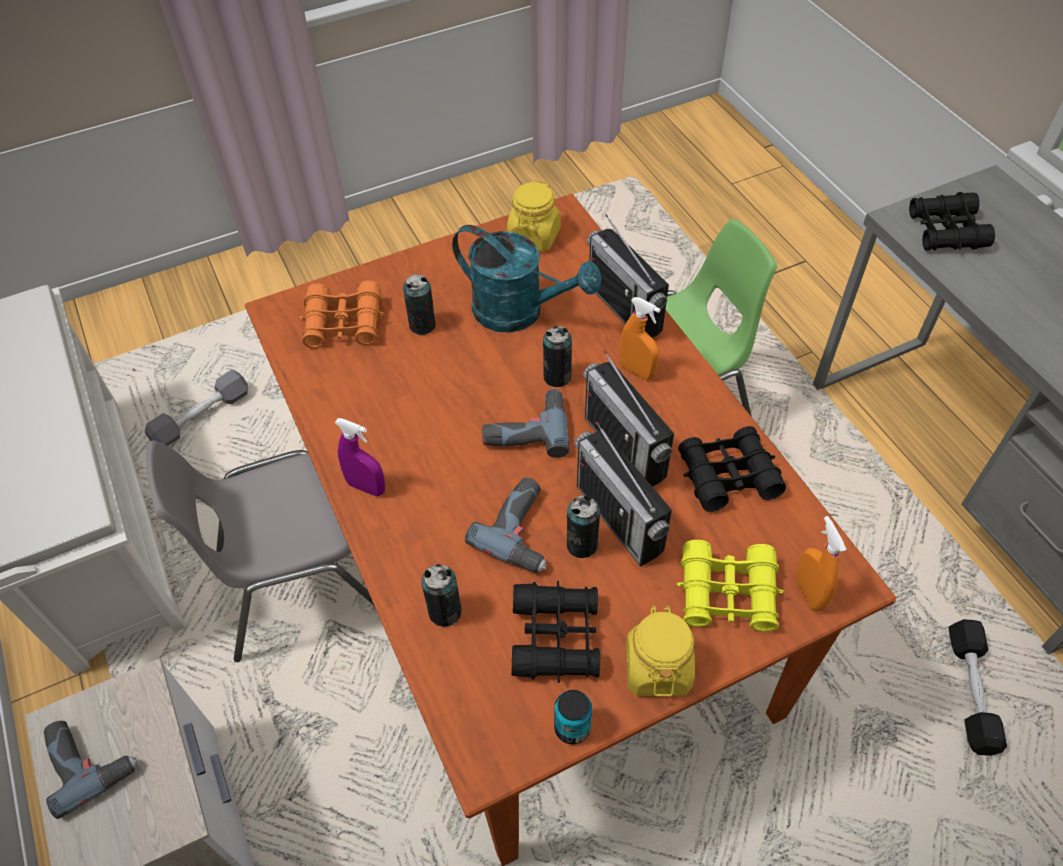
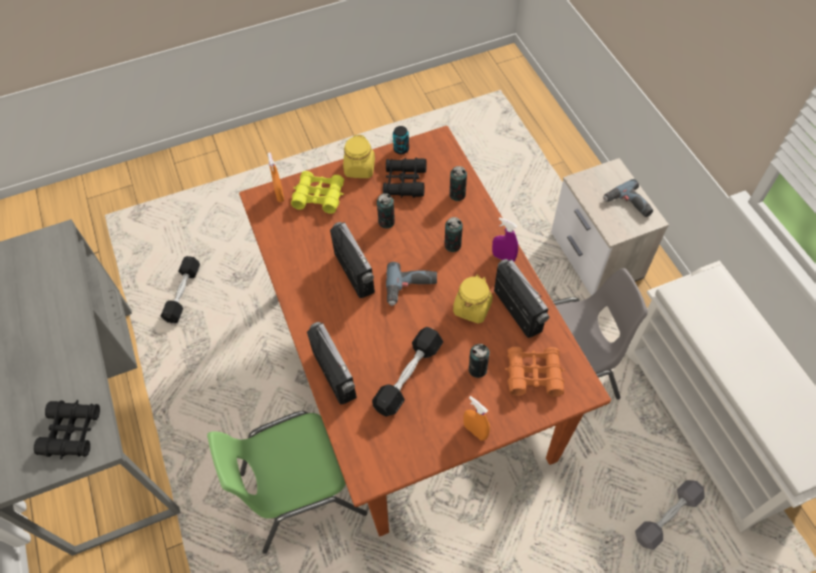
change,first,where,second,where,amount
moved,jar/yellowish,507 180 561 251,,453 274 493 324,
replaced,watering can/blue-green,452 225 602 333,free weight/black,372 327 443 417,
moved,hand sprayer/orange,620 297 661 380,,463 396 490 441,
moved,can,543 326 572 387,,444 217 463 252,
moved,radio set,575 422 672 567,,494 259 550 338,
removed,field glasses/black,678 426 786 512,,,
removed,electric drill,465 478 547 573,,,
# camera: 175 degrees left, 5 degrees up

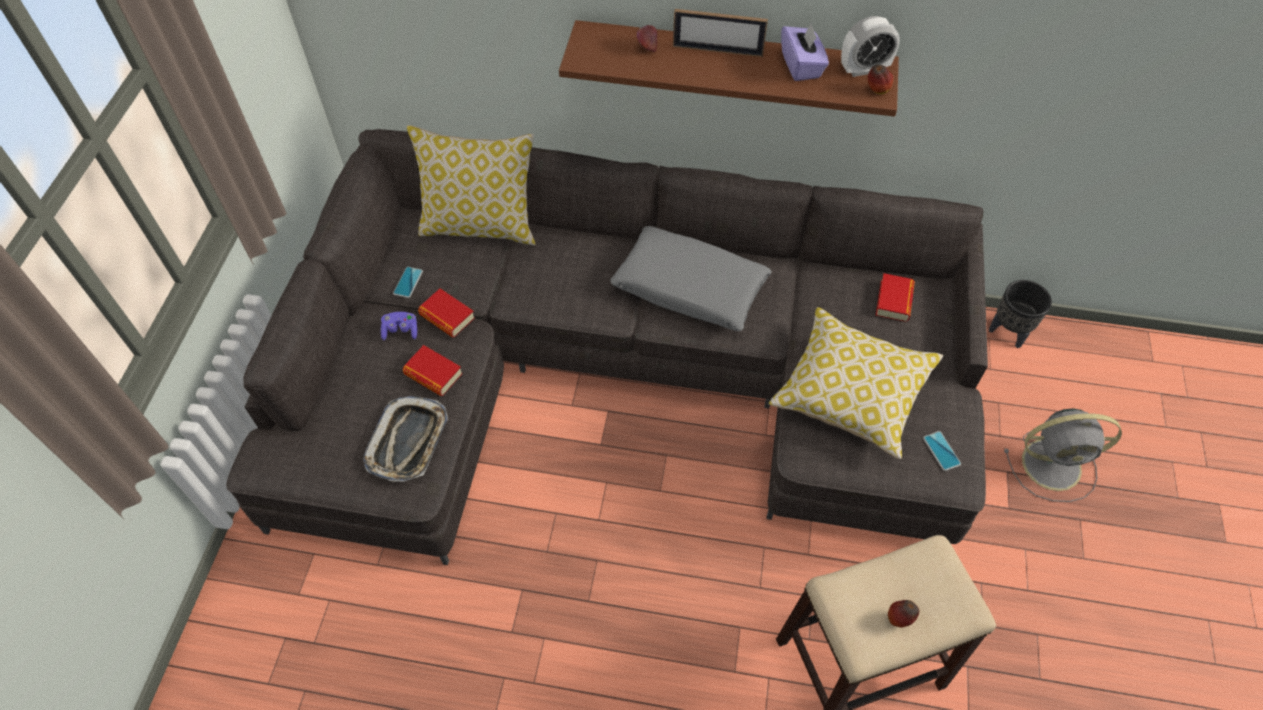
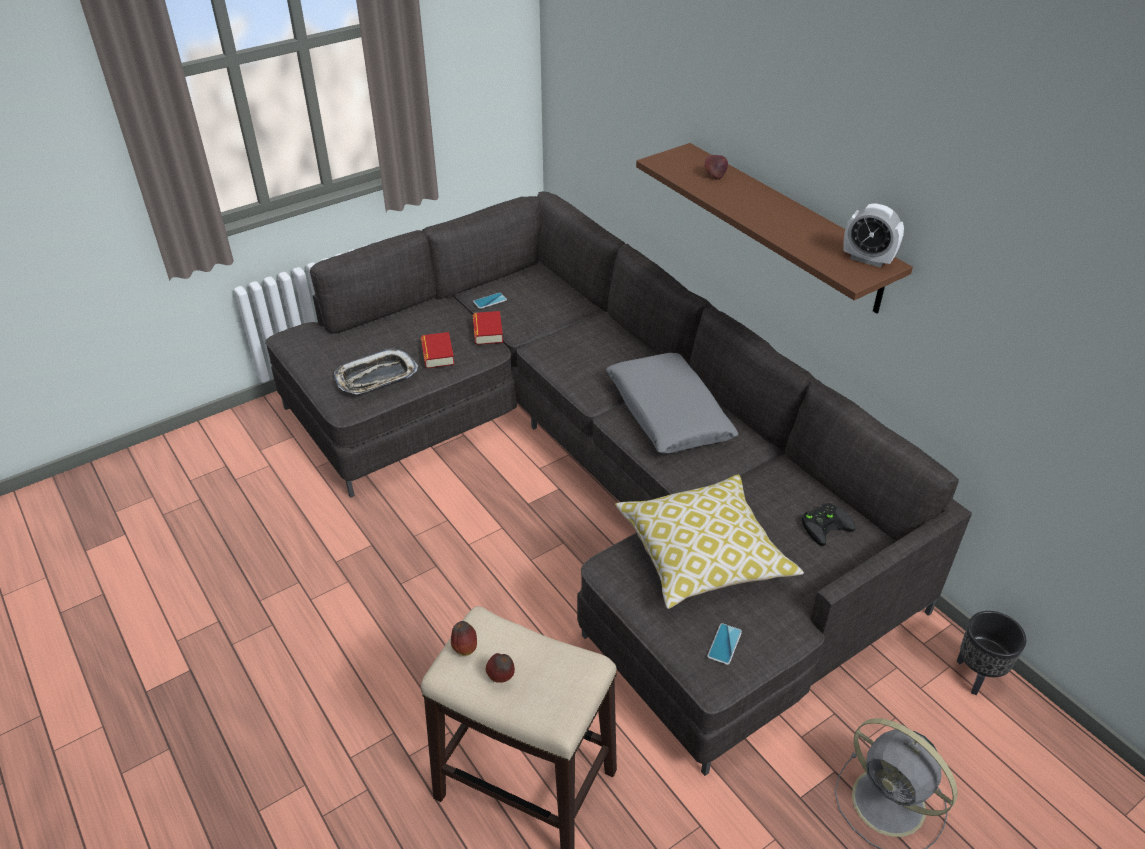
change,first,where,second,where,amount
removed,photo frame,673 9 768 57,,,
removed,box of tissues/purple-coloured,781 23 829 81,,,
moved,whole apple,868 65 893 94,,451 621 477 656,
removed,pillow,407 125 535 245,,,
replaced,book,876 273 915 322,gamepad/black,802 503 855 546,
removed,gamepad/purple-coloured,381 312 417 340,,,
# camera: 45 degrees right, 15 degrees down

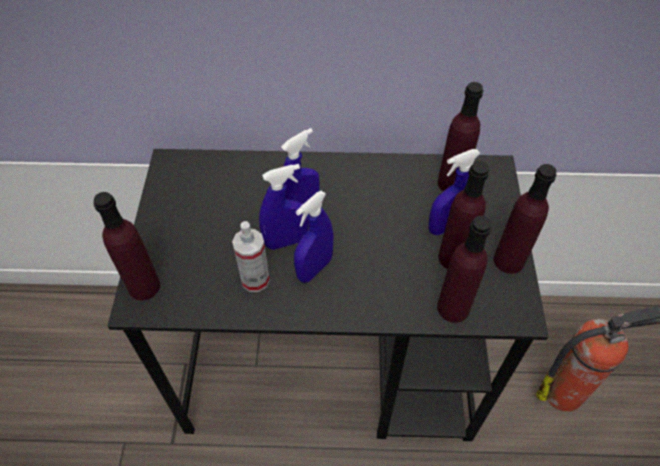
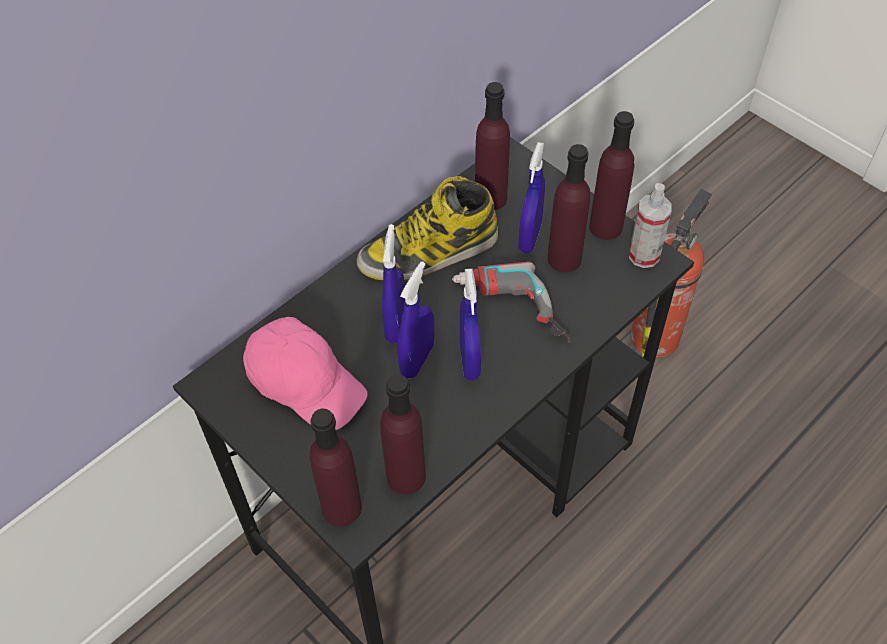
change,first,where,second,where,amount
moved,drink bottle/purple-coloured,437 216 492 323,,380 374 426 494,
moved,hand sprayer,232 221 270 292,,629 183 672 268,
added,,,tall boot,357 176 498 280,
added,,,electric drill,452 261 571 343,
added,,,cap/pink-coloured,243 317 368 430,
# camera: 45 degrees left, 0 degrees up

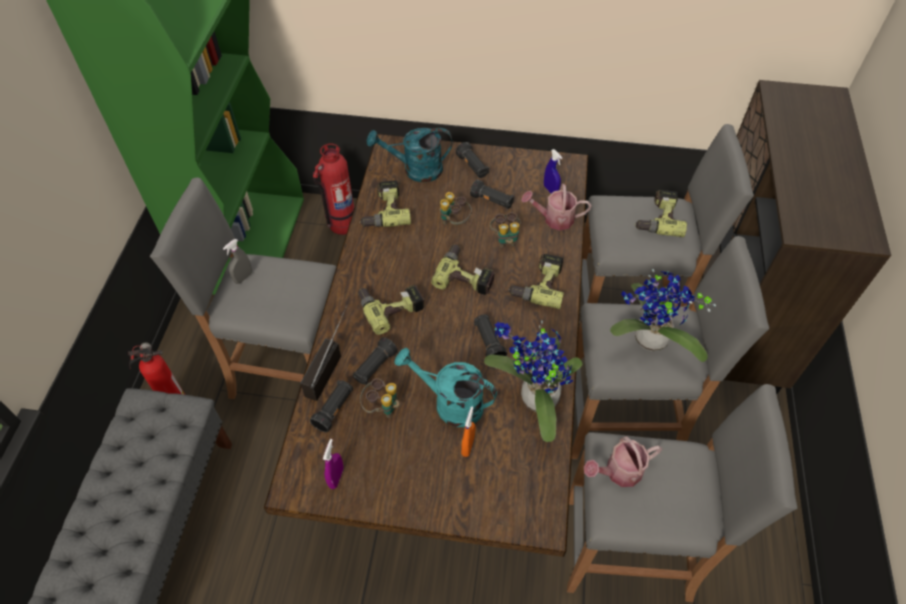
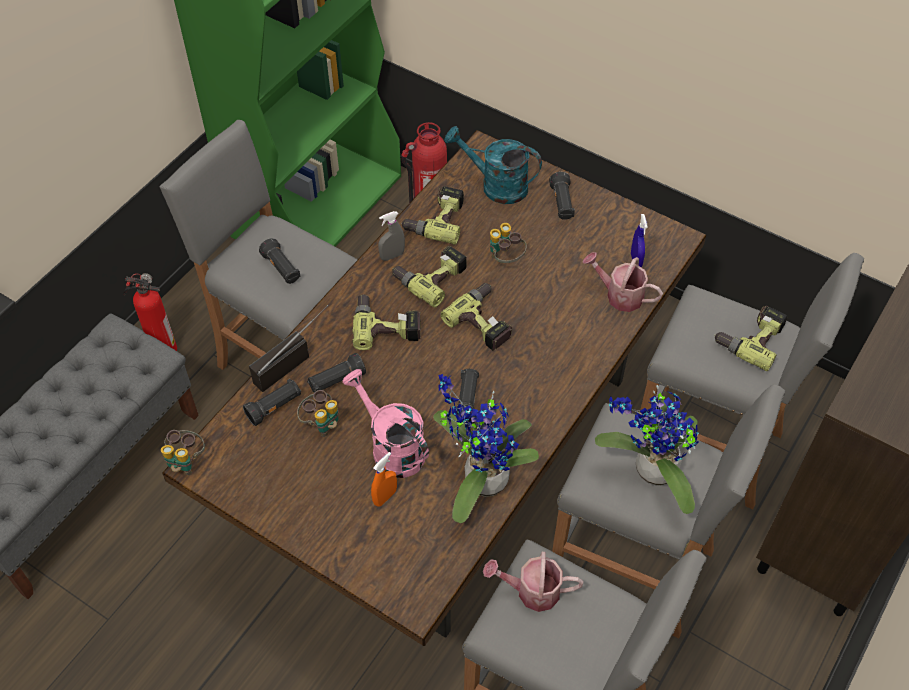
change,first,where,second,where,amount
moved,flashlight/black,470 179 514 209,,259 238 301 284,
moved,field glasses,490 212 521 248,,161 430 205 475,
moved,hand sprayer/greyish,223 239 252 284,,378 211 405 261,
moved,electric drill,508 254 564 309,,392 246 467 308,
recoloured,watering can/blue-green,394 348 497 427,watering can/pink-coloured,343 369 429 478,
removed,hand sprayer/purple-coloured,323 439 344 489,,,
# camera: 25 degrees right, 0 degrees up

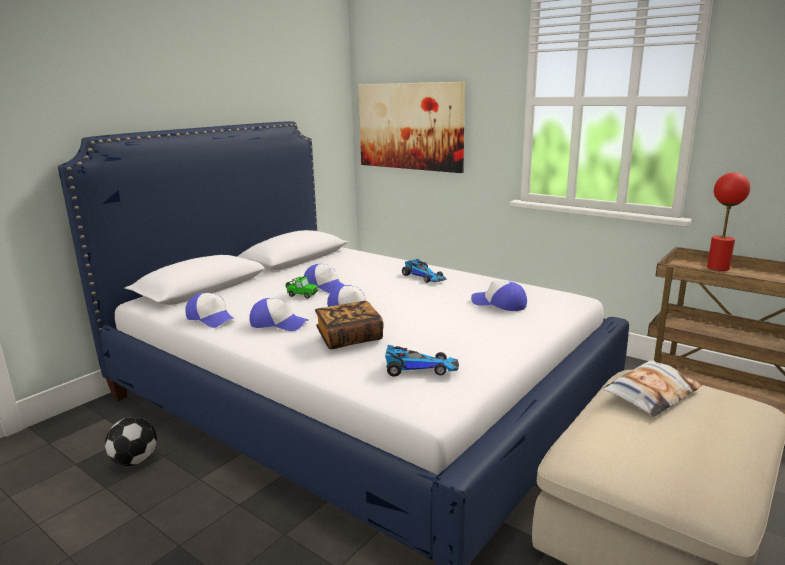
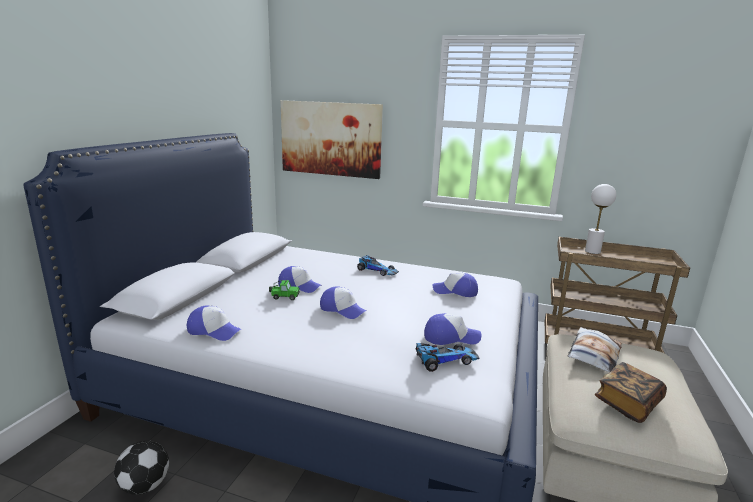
change,first,where,second,where,amount
recoloured,lamp for a table/red,707 173 750 271,lamp for a table/white,585 184 616 254,
moved,cap,250 298 308 331,,424 313 482 345,
moved,book,315 301 384 349,,595 362 667 423,
# camera: 20 degrees left, 0 degrees up

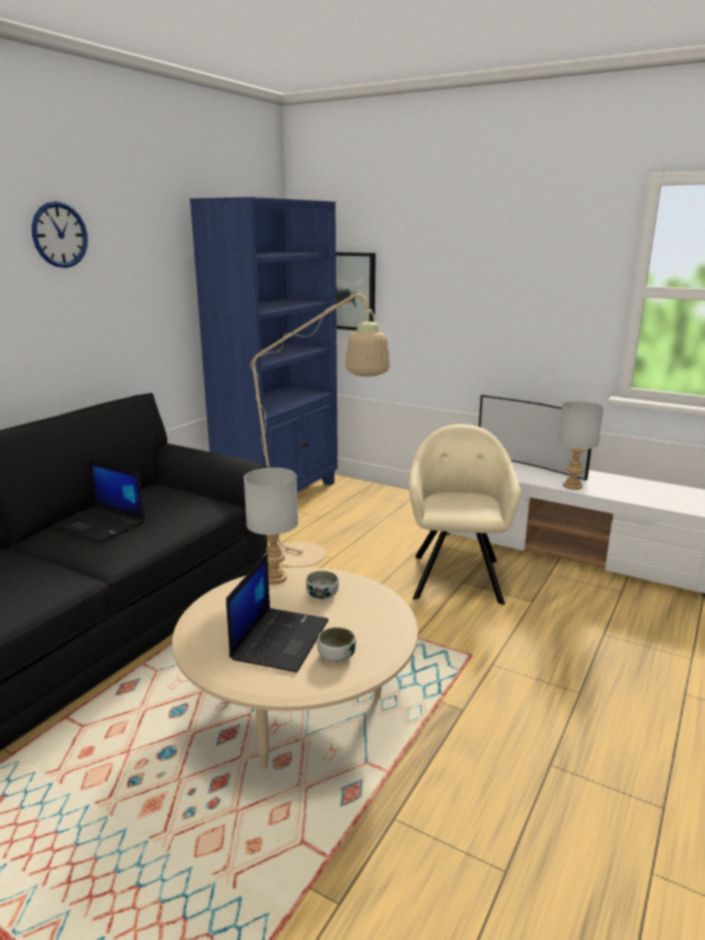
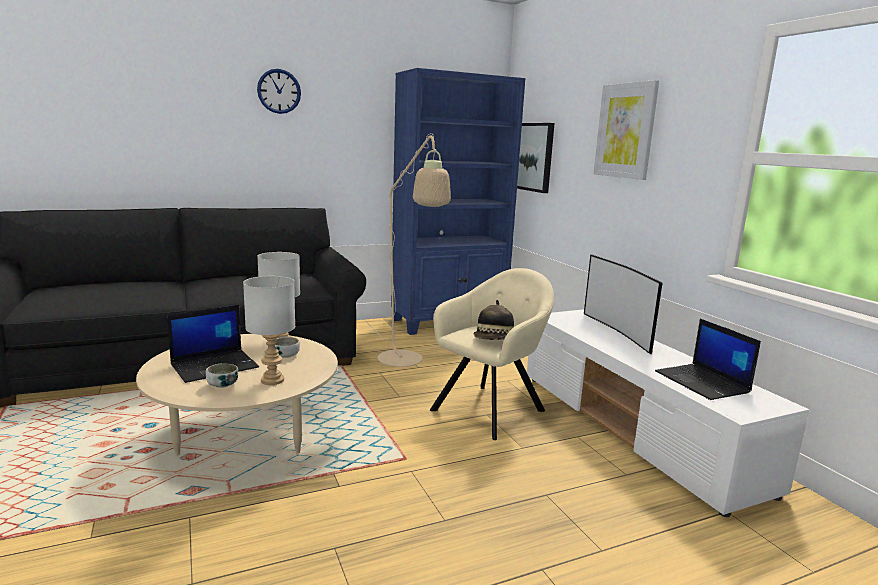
change,first,where,second,where,amount
moved,lamp for a table/greyish,558 401 604 490,,243 276 295 385,
moved,portable computer,52 459 145 543,,655 319 761 400,
added,,,wall art,593 80 659 180,
added,,,wearable hat,474 300 514 340,
# camera: 35 degrees right, 5 degrees down

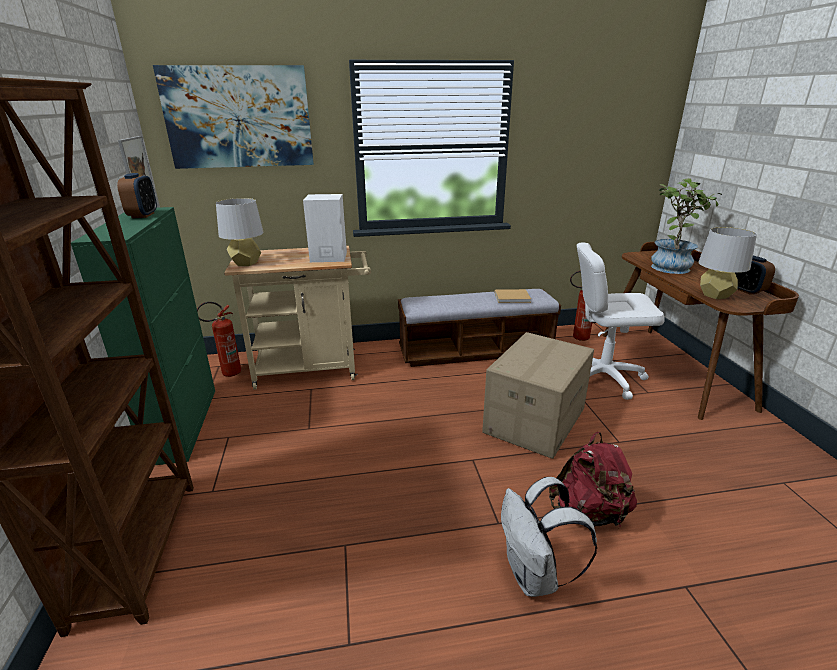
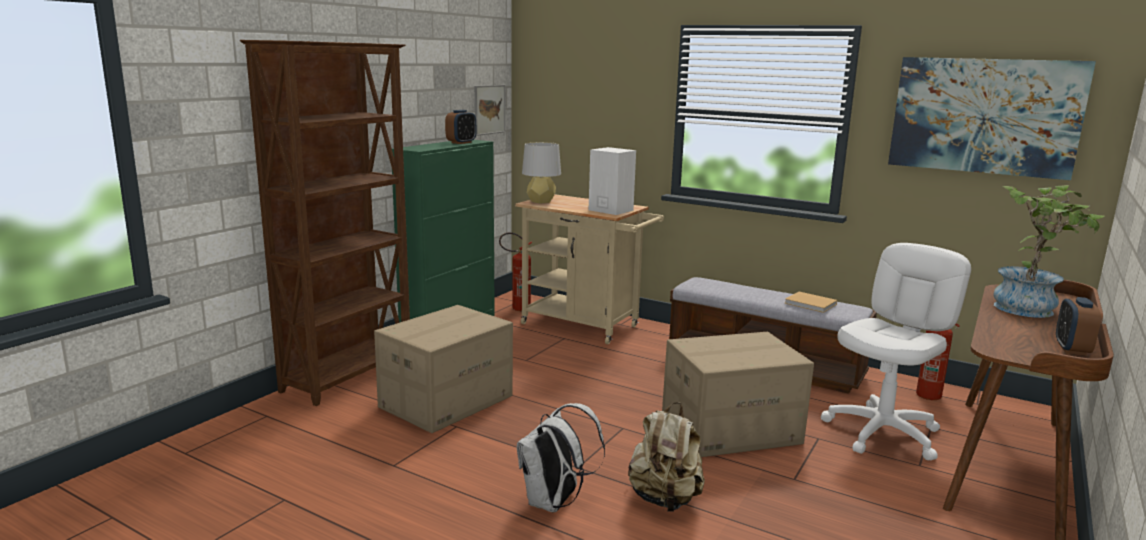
change,first,where,second,where,amount
moved,wall art,153 65 314 169,,888 57 1096 180,
removed,lamp for a table/greyish,698 227 757 299,,,
turned,desk chair/white,577 242 665 400,,821 243 971 460,90 degrees clockwise
recoloured,knapsack/red,549 432 637 527,knapsack/beige,628 402 705 512,
added,,,carton,374 305 513 433,
# camera: 40 degrees right, 10 degrees down

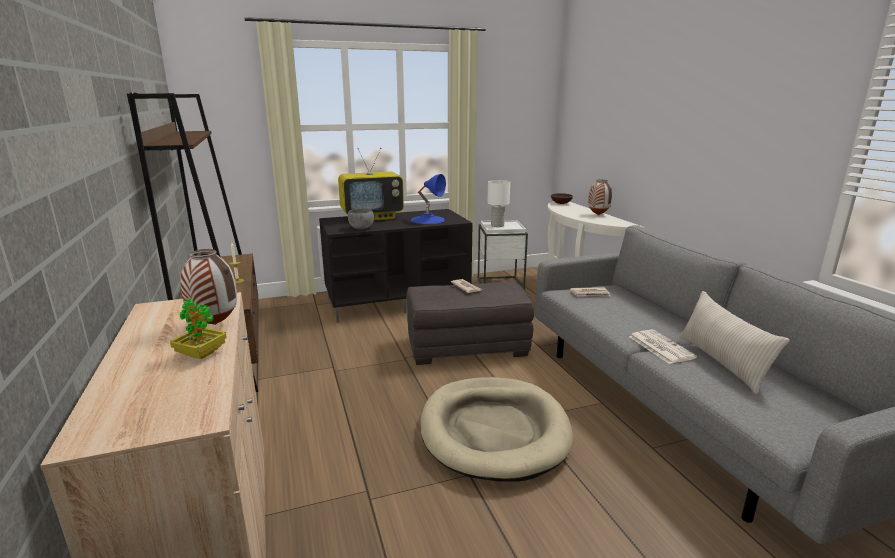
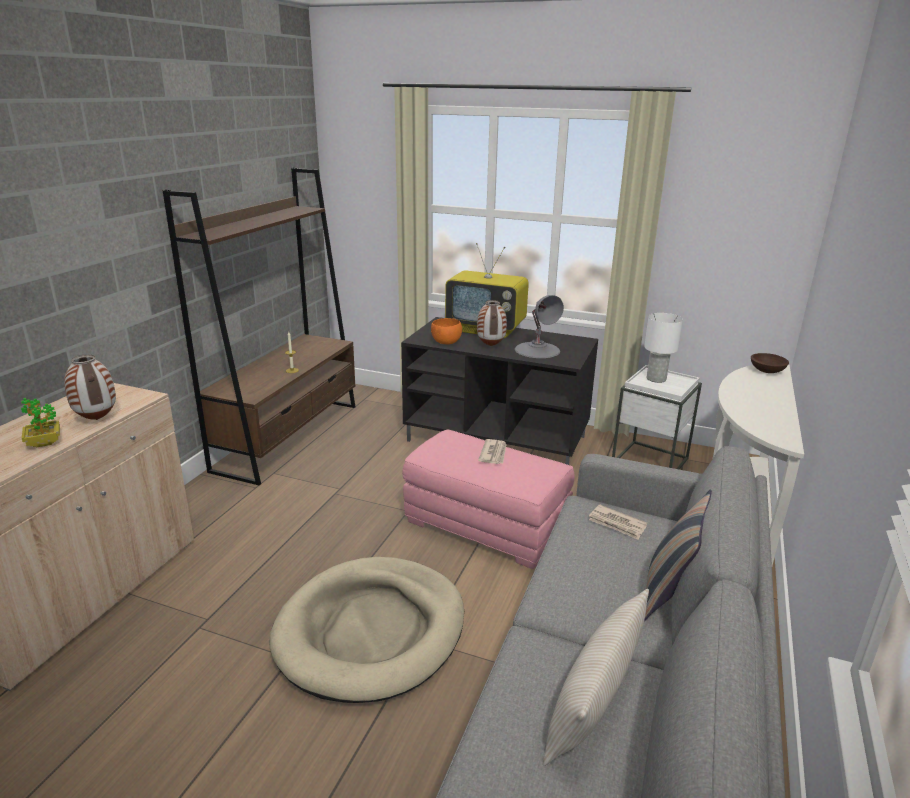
change,first,where,second,where,amount
recoloured,lamp for a table/blue,411 174 446 224,lamp for a table/greyish,515 295 564 358,
moved,decorative vase,588 180 612 215,,477 300 507 346,
recoloured,serving bowl/greyish,348 208 374 229,serving bowl/orange,431 318 462 345,
recoloured,pouffe/greyish,406 282 534 365,pouffe/pink-coloured,402 429 575 569,
removed,newspaper,629 329 697 364,,,
added,,,pillow,644 489 712 622,
# camera: 40 degrees right, 5 degrees up

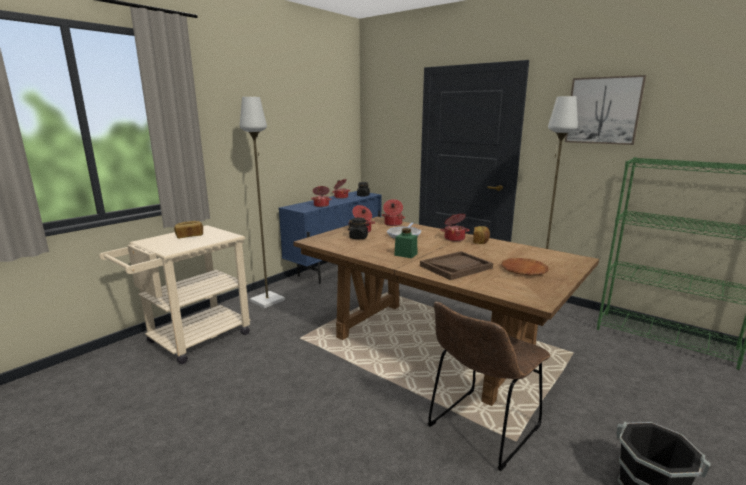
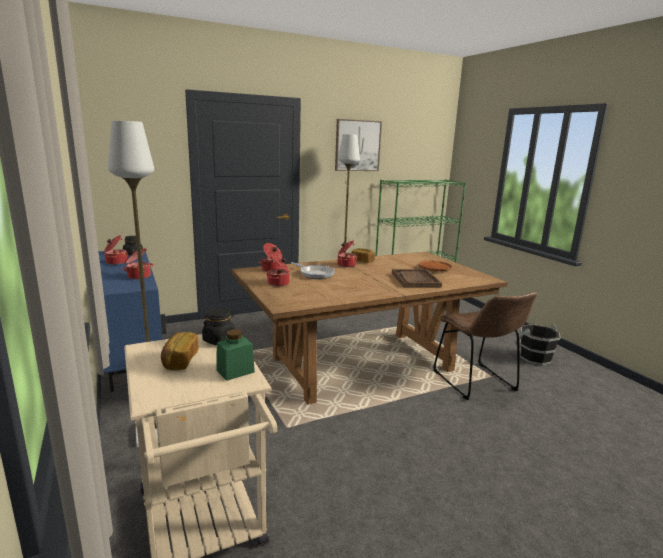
change,first,where,second,where,amount
moved,jar/black,348 218 370 239,,202 308 235 346,
moved,jar/green,394 228 417 258,,216 329 255 381,
# camera: 65 degrees left, 0 degrees up

